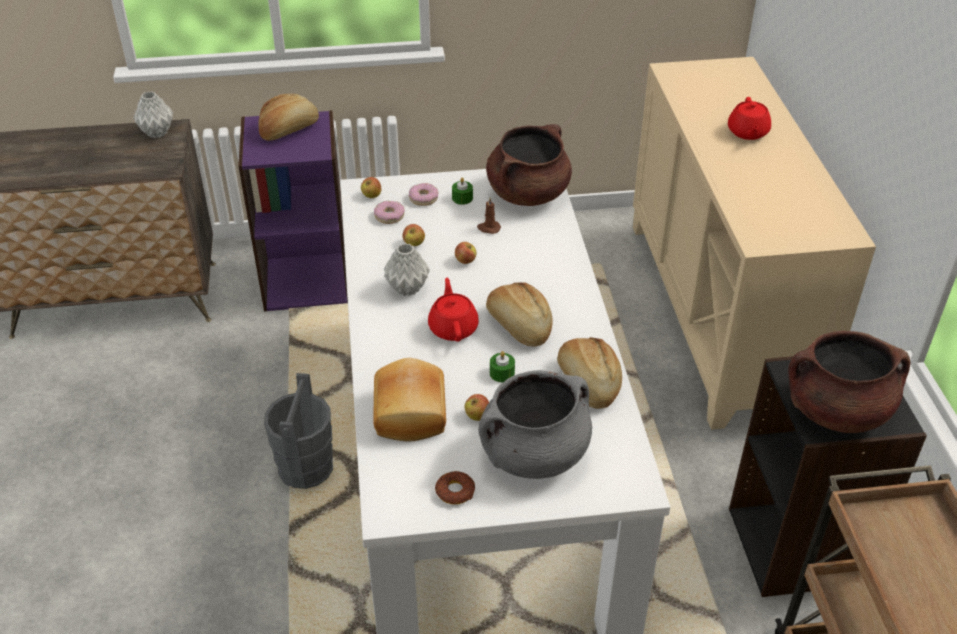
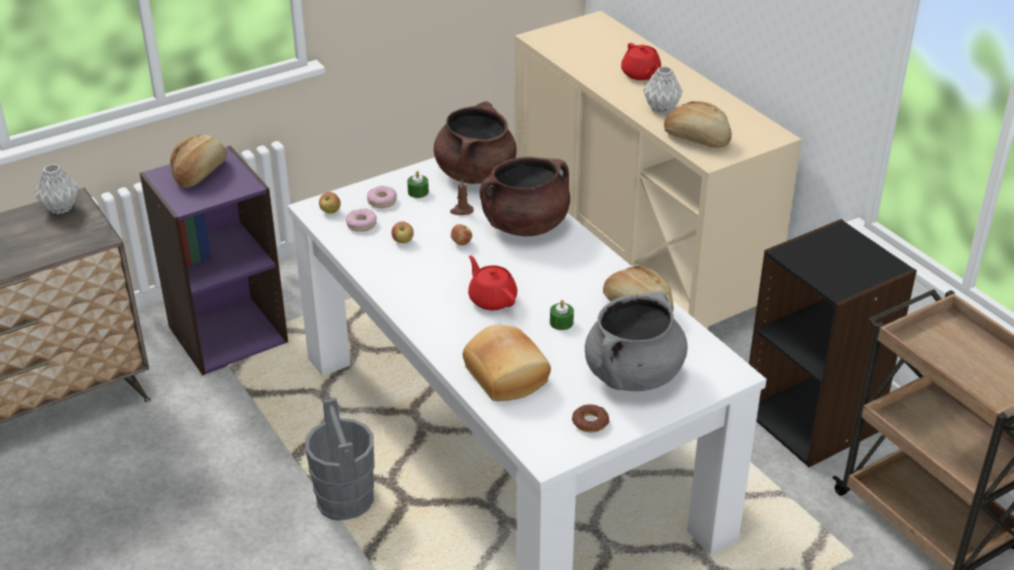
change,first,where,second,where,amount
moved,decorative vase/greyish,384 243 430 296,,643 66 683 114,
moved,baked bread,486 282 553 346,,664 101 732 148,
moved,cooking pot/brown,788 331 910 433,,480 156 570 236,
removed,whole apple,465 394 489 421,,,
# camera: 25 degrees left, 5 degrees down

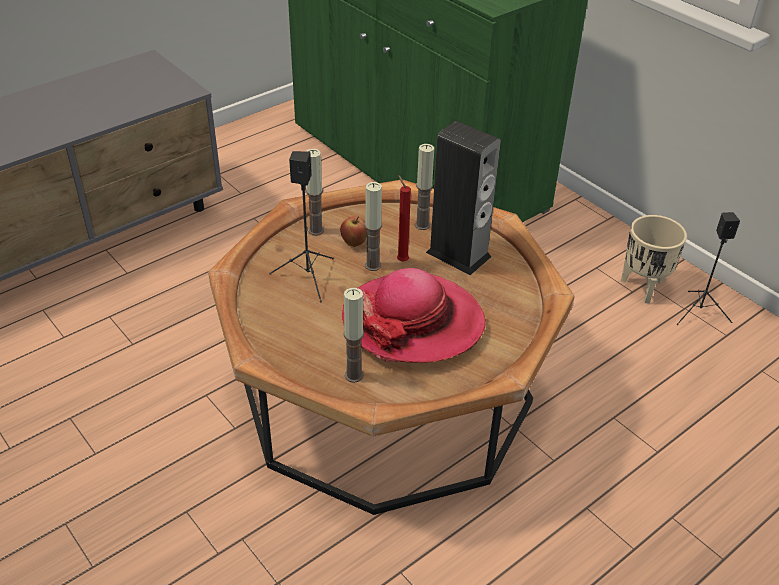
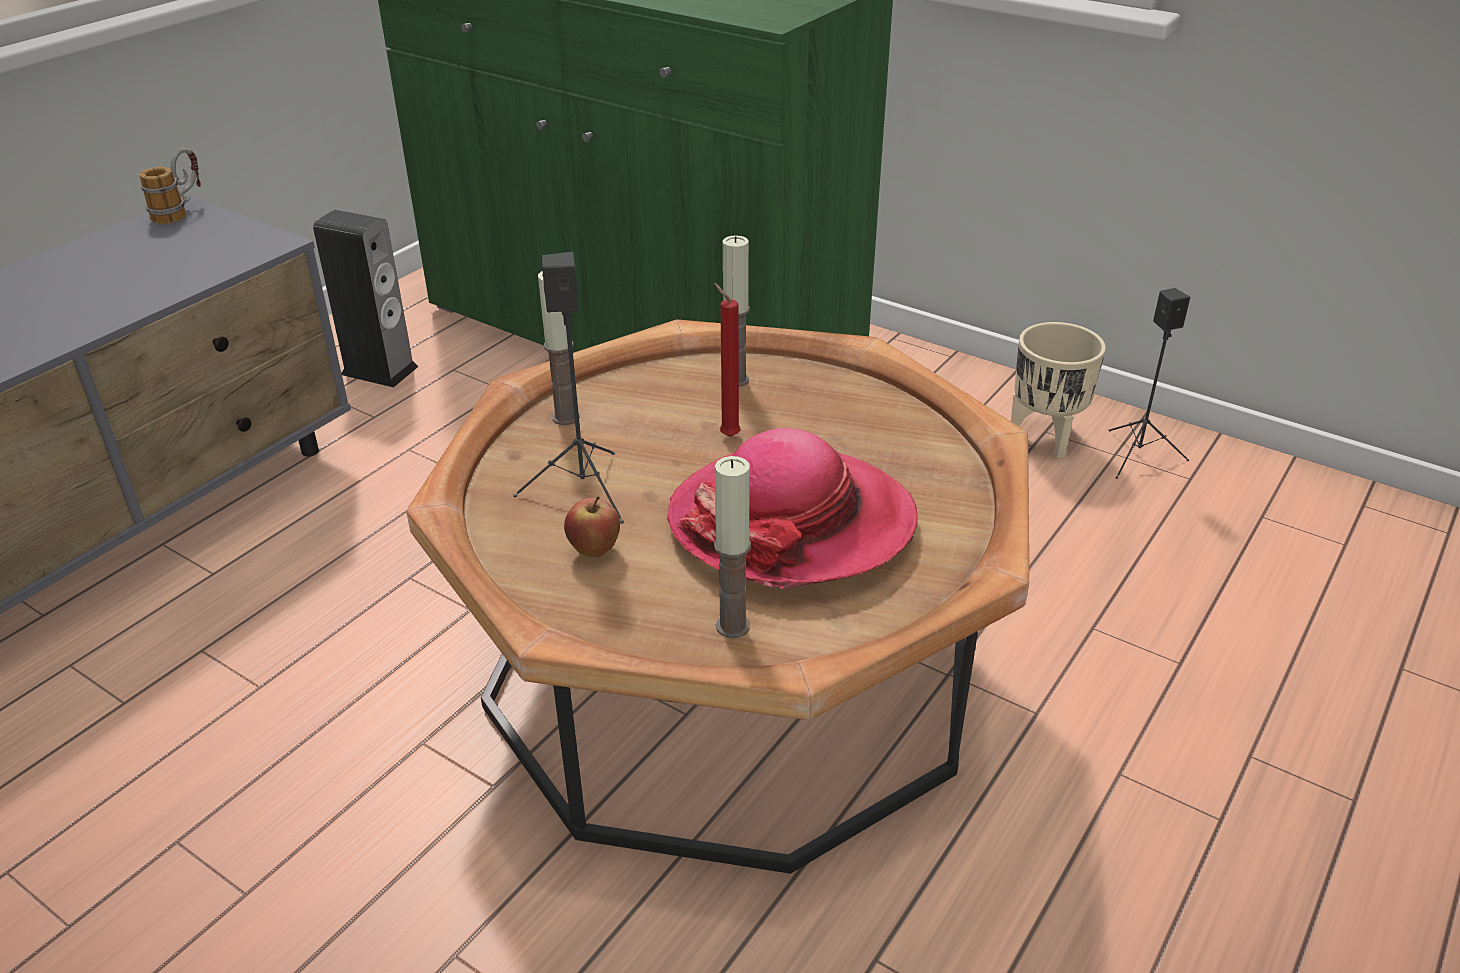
change,first,where,second,where,amount
moved,speaker,426 121 501 275,,313 210 419 387,
removed,wax candle,364 182 382 271,,,
moved,whole apple,340 216 367 247,,564 497 620 558,
added,,,mug,140 148 201 224,
# camera: 15 degrees left, 5 degrees down

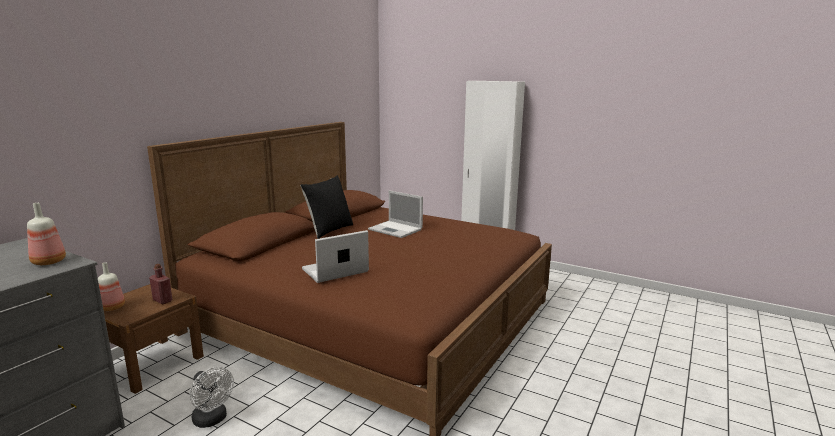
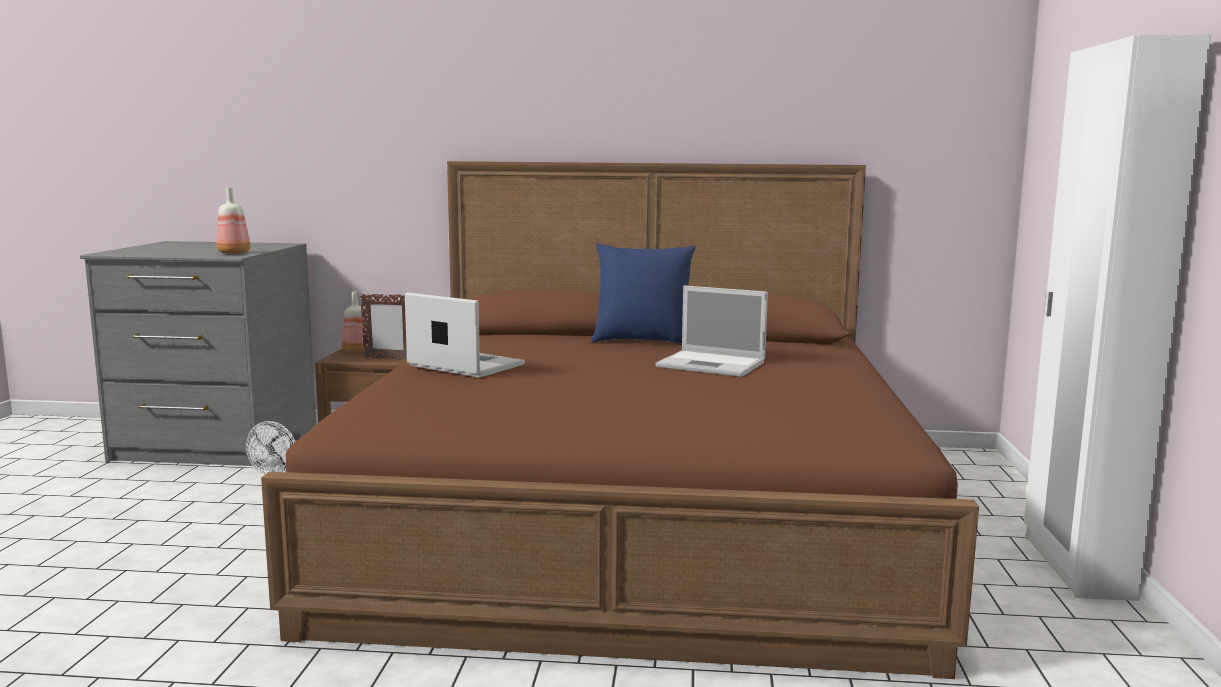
change,first,where,second,where,amount
recoloured,pillow/black,300 175 353 239,pillow/blue,591 243 696 343,
turned,portable computer,368 190 423 238,,656 285 768 377,75 degrees counterclockwise
replaced,drink bottle/red,149 264 173 304,photo frame,360 294 407 360,
# camera: 65 degrees right, 5 degrees down

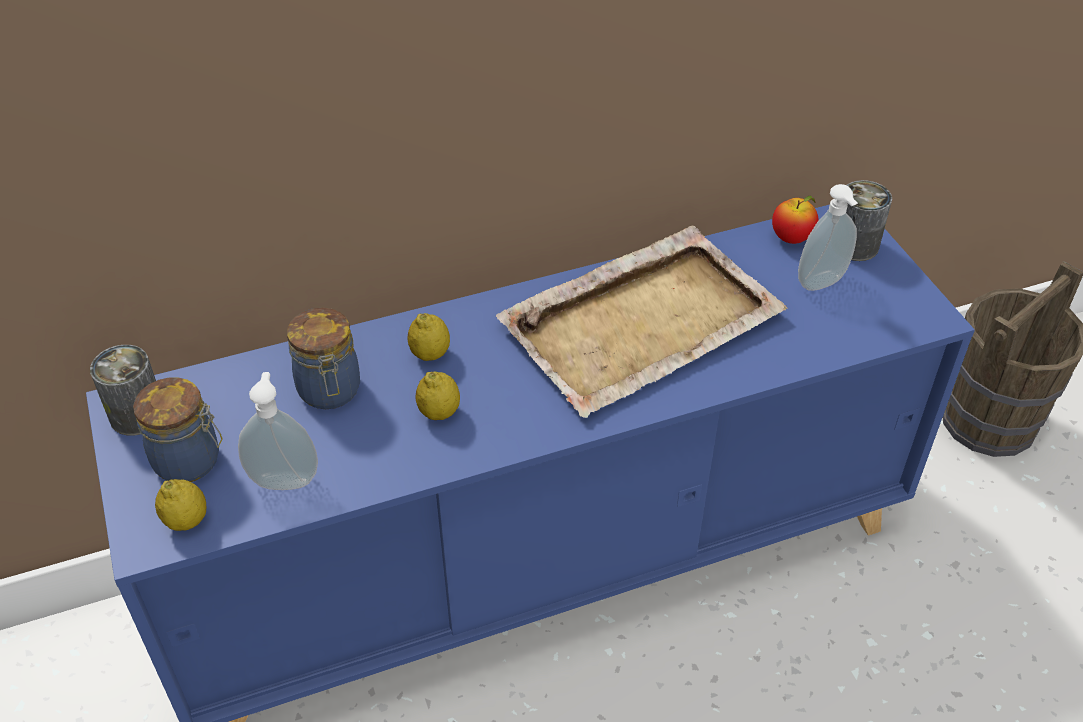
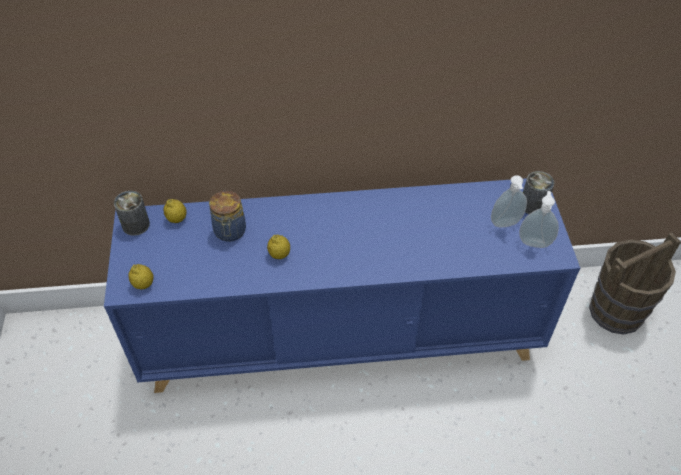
change,first,where,second,where,amount
removed,whole apple,772 195 818 244,,,
removed,tray/beige,496 225 787 418,,,
moved,lemon,408 313 450 361,,164 199 187 223,
moved,soap bottle,238 372 318 490,,519 191 559 248,
removed,jar,133 378 222 482,,,
# camera: 15 degrees right, 5 degrees up

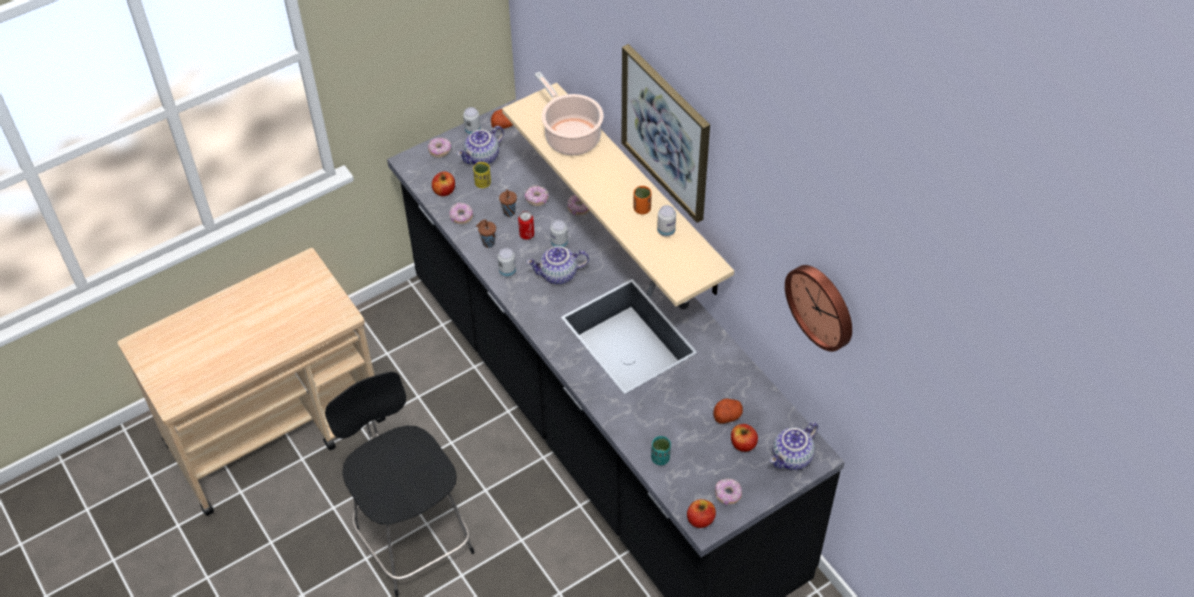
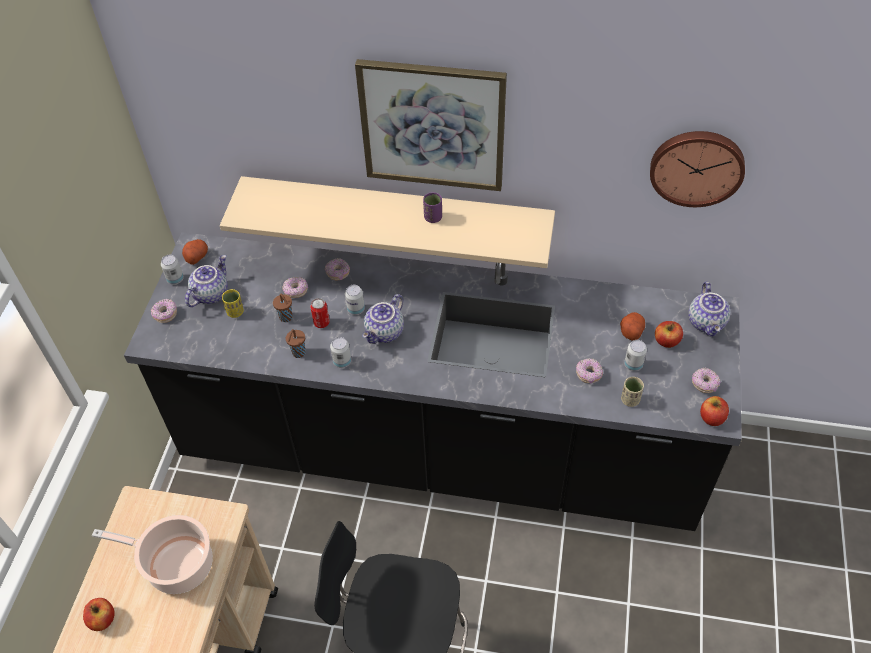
change,first,where,second,where,amount
moved,cooking pot,535 72 604 155,,92 515 213 594,
turned,tea pot,457 126 504 165,,185 255 228 307,150 degrees counterclockwise
moved,whole apple,432 172 455 196,,83 598 114 631,
recoloured,drinking cup/orange,633 186 652 214,drinking cup/purple-coloured,423 192 442 223,
moved,ring doughnut,450 203 473 224,,576 358 603 384,
moved,can,657 205 676 237,,624 340 647 371,
recoloured,drinking cup/blue-green,651 436 671 465,drinking cup/beige,621 377 644 407,
# camera: 45 degrees left, 0 degrees up

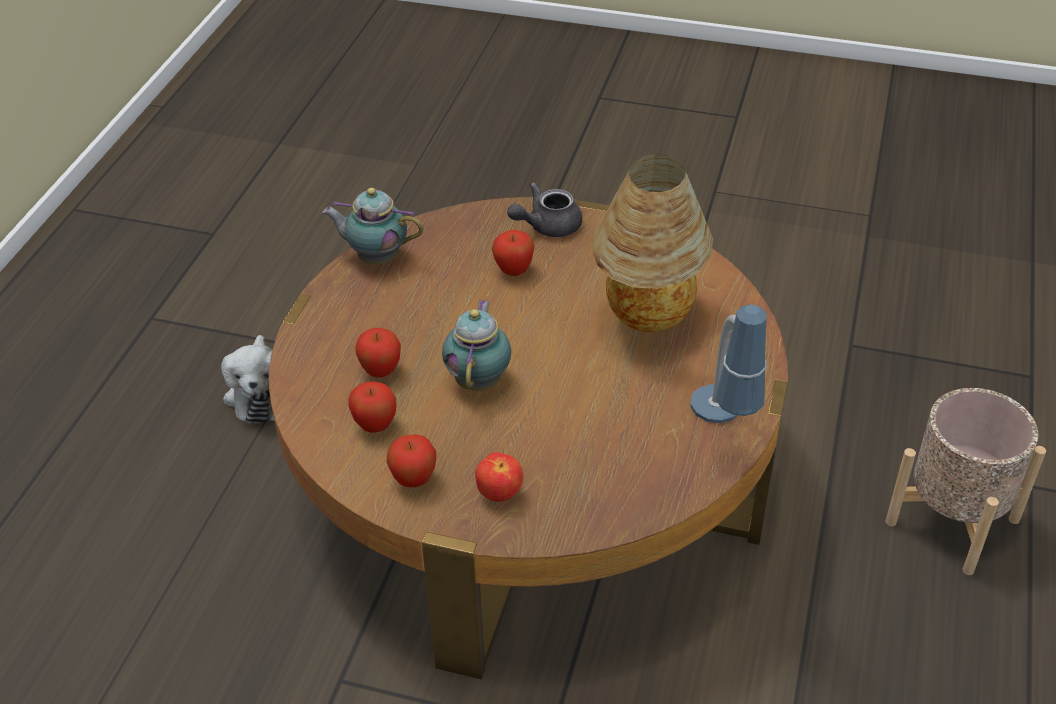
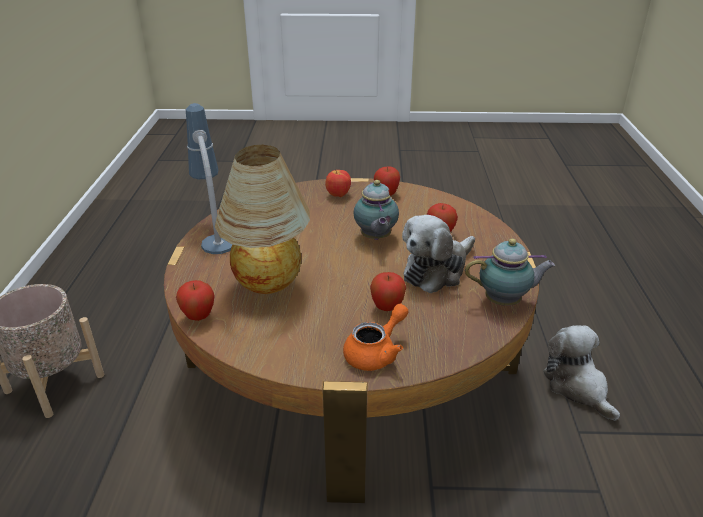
change,first,where,second,where,amount
recoloured,tea pot/greyish,507 182 582 237,tea pot/orange,343 303 409 371,
moved,whole apple,348 381 397 433,,176 280 215 321,
added,,,cuddly toy,402 215 475 293,
# camera: 165 degrees right, 10 degrees down

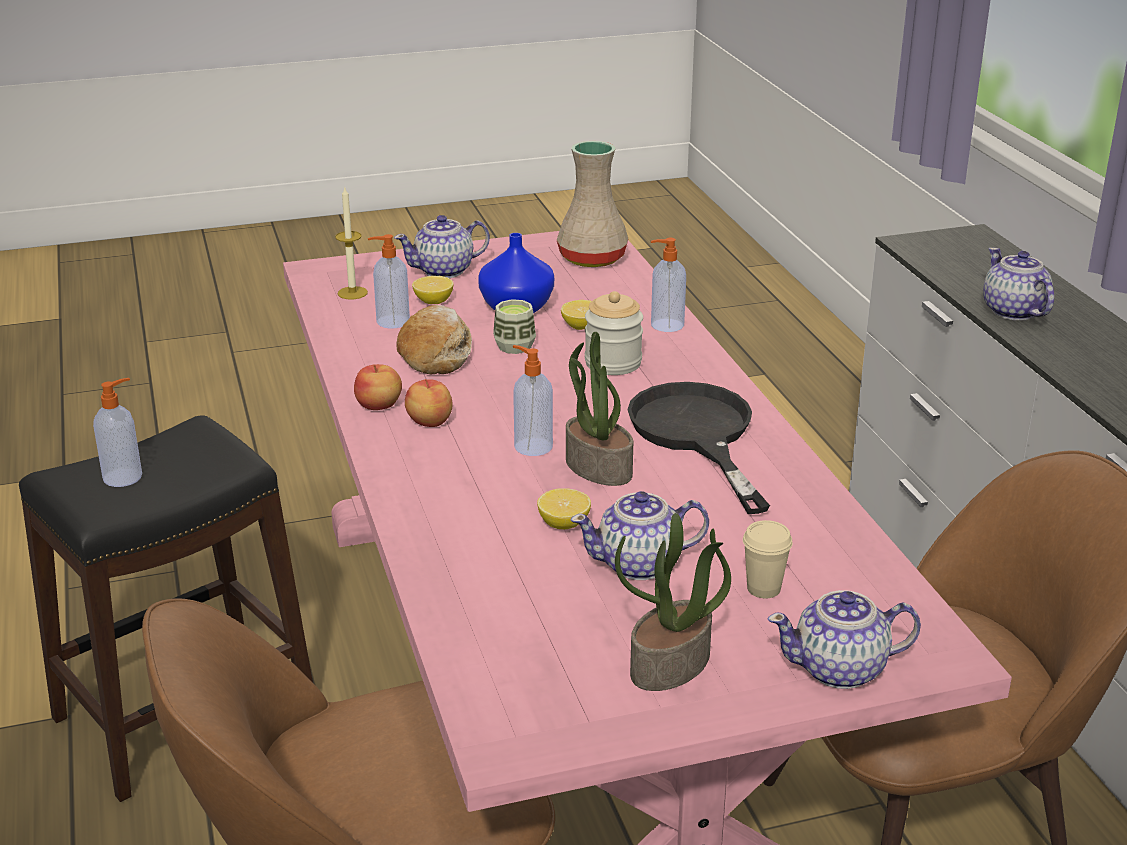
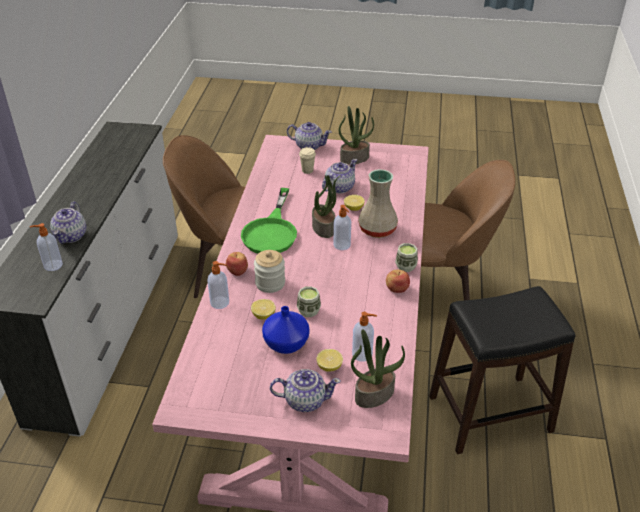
change,first,where,second,where,amount
moved,decorative vase/beige,557 141 628 267,,358 169 398 238,
replaced,wax candle,335 188 368 299,potted plant,351 329 405 408,
removed,baked bread,397 305 472 374,,,
moved,soap bottle,93 378 142 487,,30 223 63 271,
moved,whole apple,405 379 453 427,,226 252 248 276,
recoloured,frying pan/black,627 382 770 514,frying pan/green,241 188 297 253,
turned,tea pot,571 491 709 580,,322 159 357 193,60 degrees counterclockwise
added,,,drinking cup,395 243 418 272,
# camera: 155 degrees left, 10 degrees up

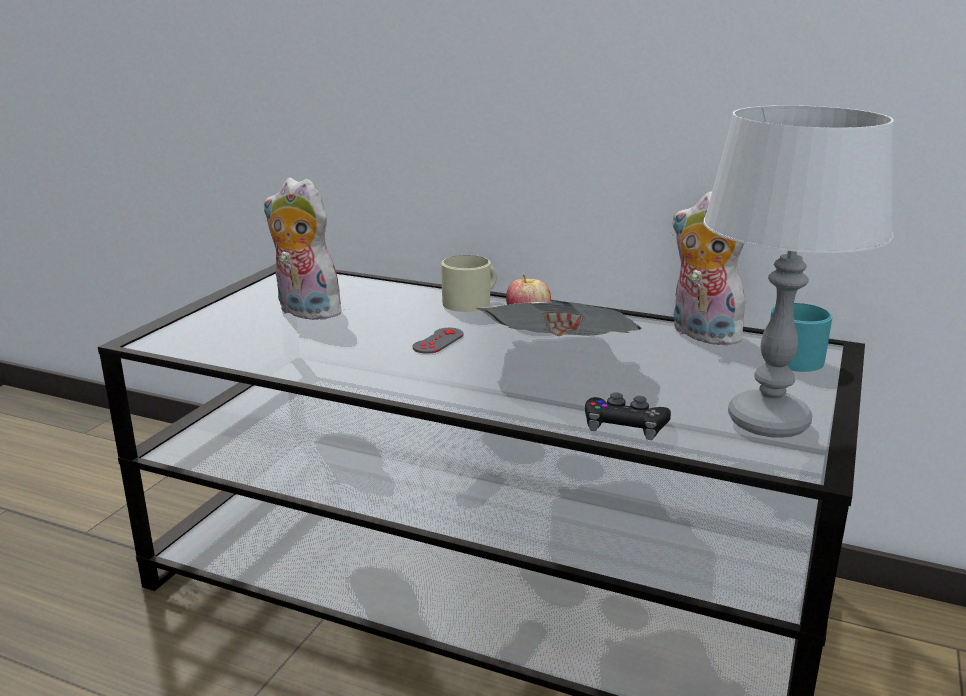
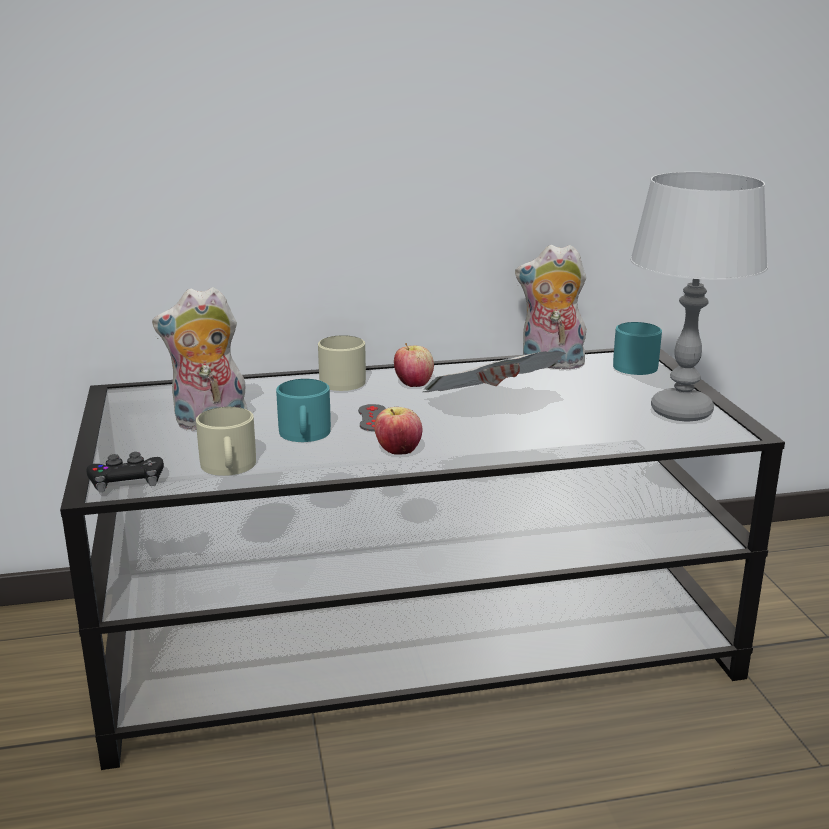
change,first,where,second,where,amount
moved,gamepad/black,585 392 671 440,,86 452 164 492,
added,,,mug/blue-green,276 379 331 442,
added,,,mug/beige,196 407 256 476,
added,,,whole apple,374 407 422 455,
# camera: 35 degrees left, 0 degrees up

